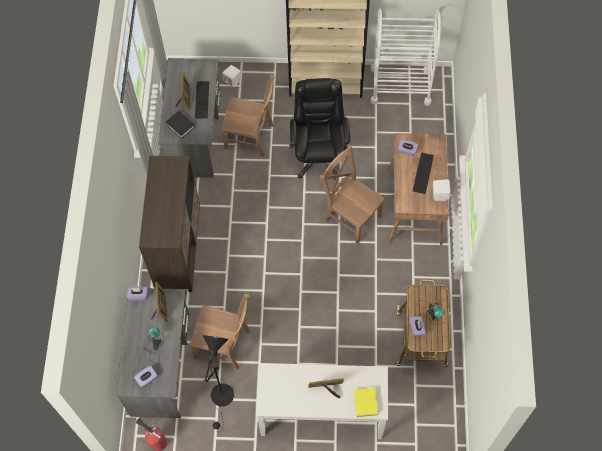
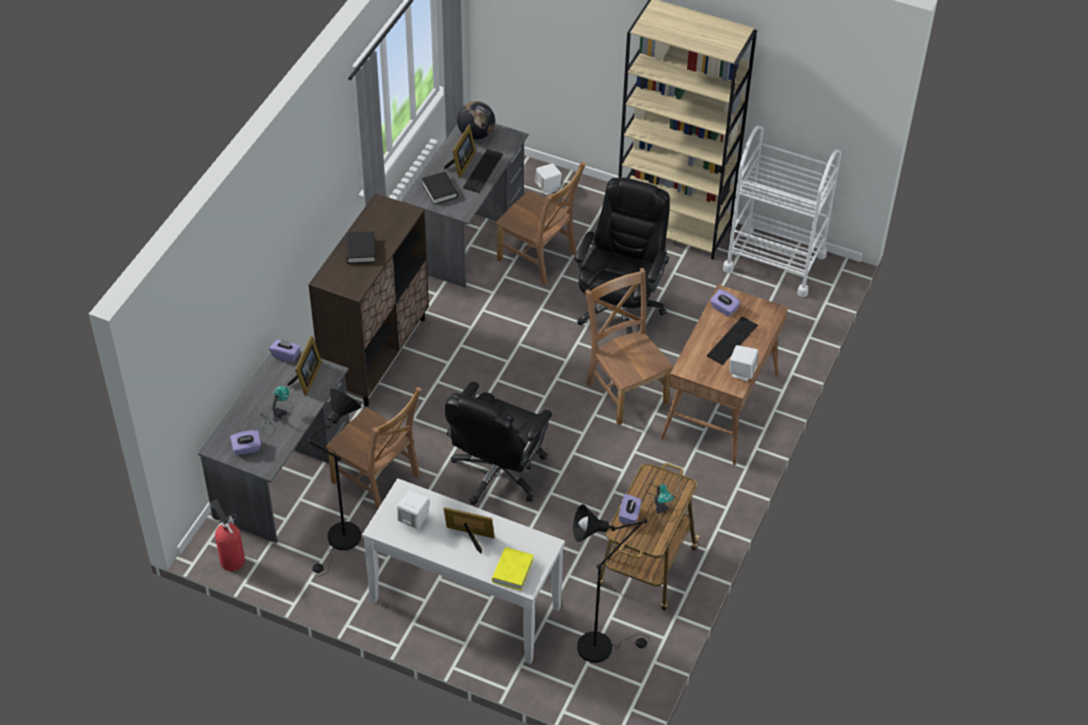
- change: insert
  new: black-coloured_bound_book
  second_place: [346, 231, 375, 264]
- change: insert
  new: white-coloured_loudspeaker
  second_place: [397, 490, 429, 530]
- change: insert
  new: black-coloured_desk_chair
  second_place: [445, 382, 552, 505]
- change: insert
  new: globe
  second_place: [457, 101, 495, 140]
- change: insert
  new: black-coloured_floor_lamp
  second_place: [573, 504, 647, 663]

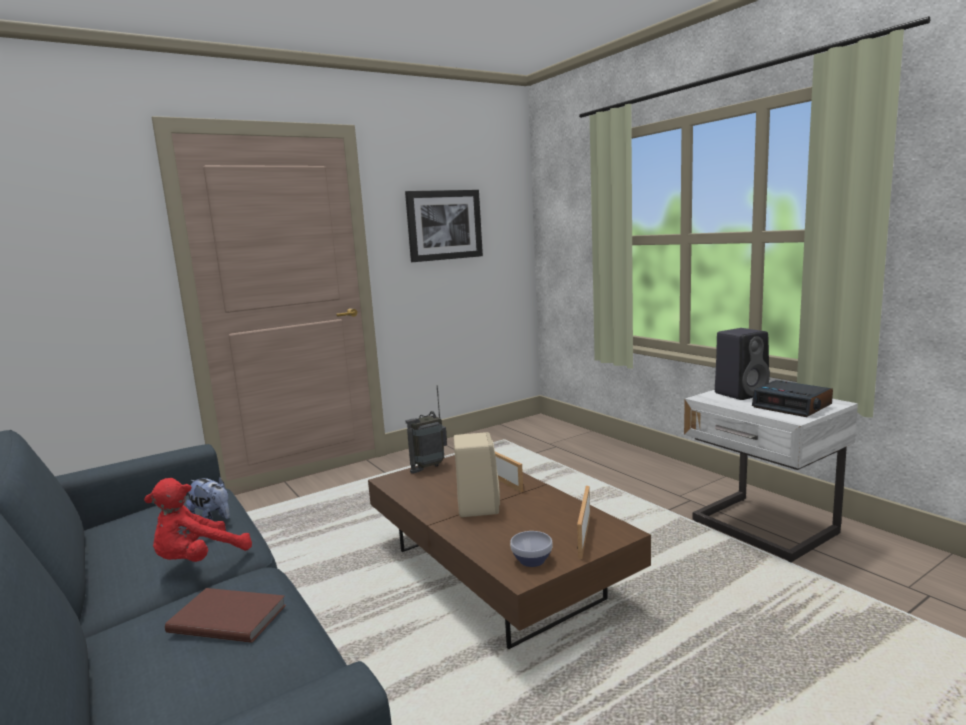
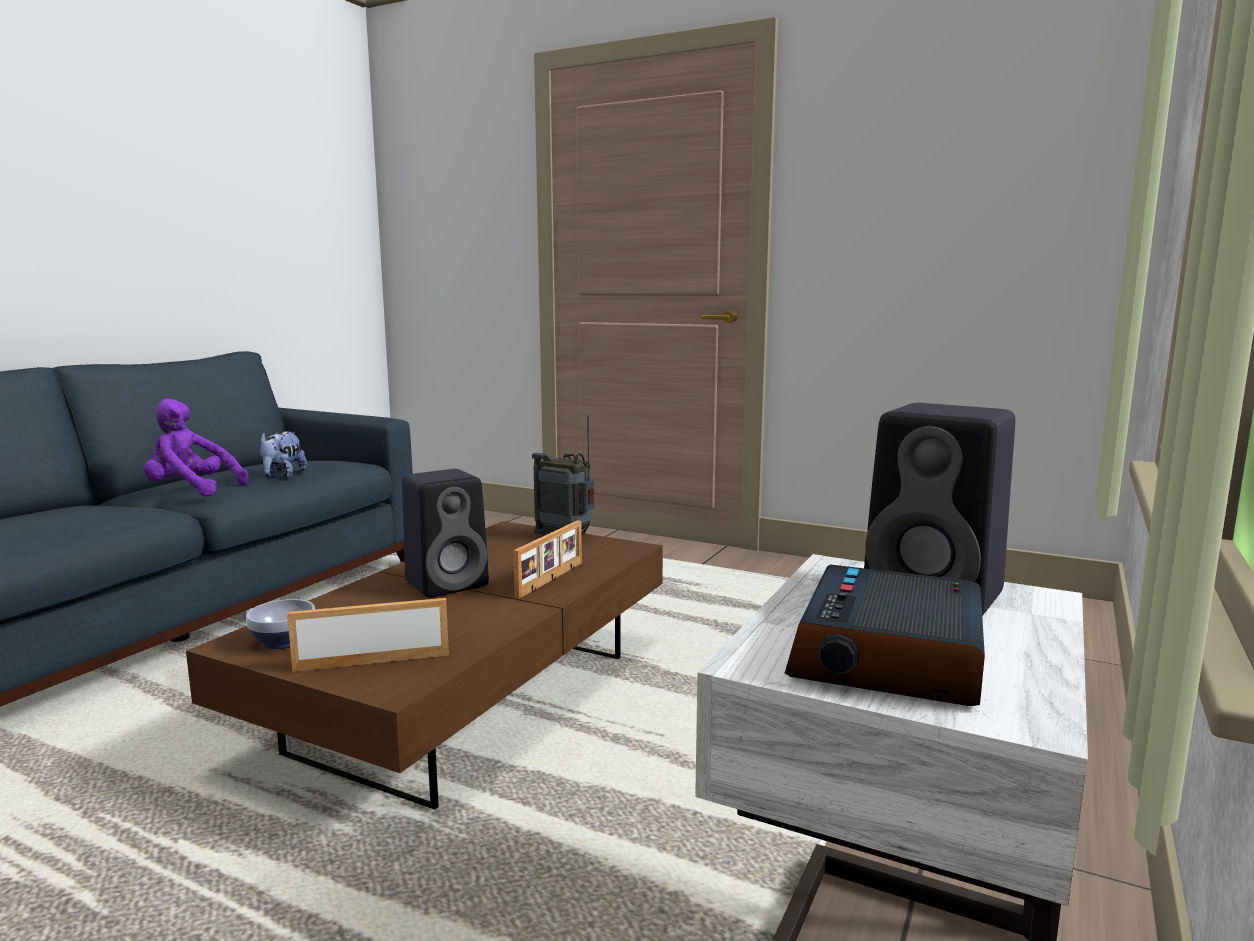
- change: recolor
  old: red-coloured_cuddly_toy
  new: purple_cuddly_toy
  first_place: [144, 478, 252, 562]
  second_place: [144, 398, 248, 496]
- change: recolor
  old: beige-coloured_loudspeaker
  new: black-coloured_loudspeaker
  first_place: [453, 432, 500, 517]
  second_place: [402, 469, 489, 598]
- change: delete
  old: brown-coloured_bound_book
  first_place: [165, 588, 286, 643]
- change: delete
  old: wall_picture
  first_place: [405, 190, 483, 262]

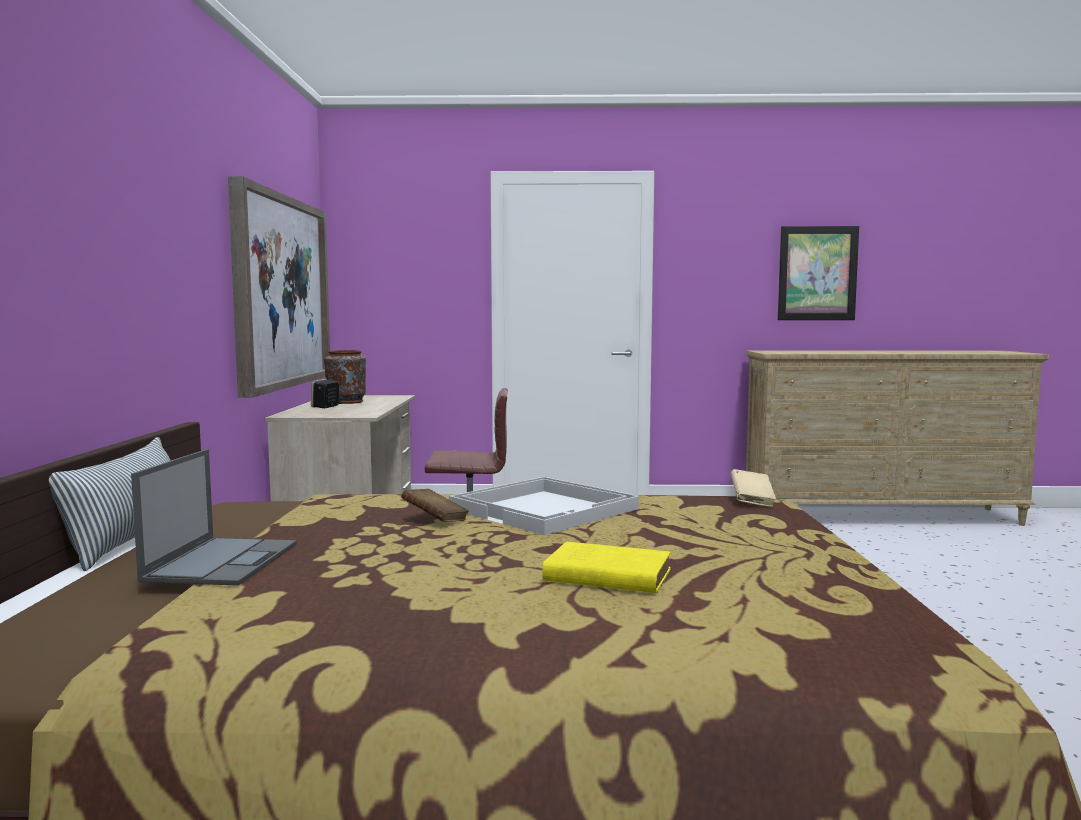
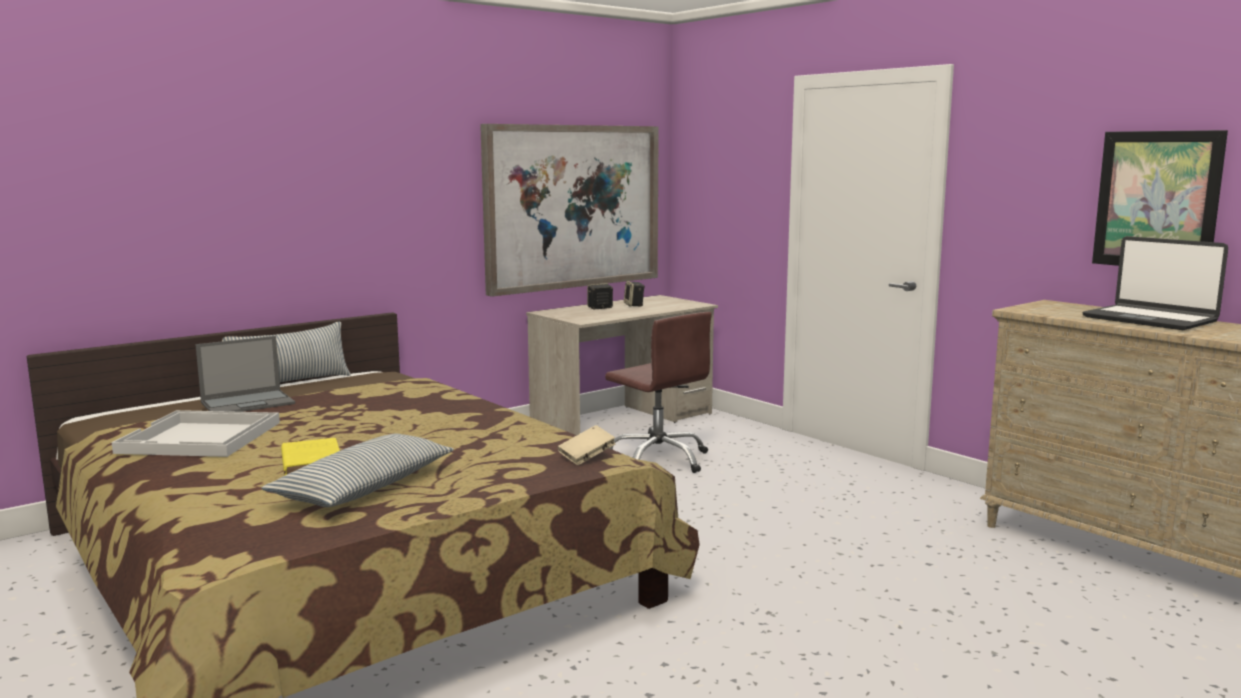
- change: move
  old: white-coloured_tray
  first_place: [449, 477, 639, 535]
  second_place: [112, 410, 280, 457]
- change: insert
  new: cushion
  second_place: [261, 434, 454, 507]
- change: replace
  old: brown-coloured_decorative_vase
  new: loudspeaker
  first_place: [324, 350, 366, 404]
  second_place: [624, 281, 645, 306]
- change: insert
  new: portable_computer
  second_place: [1082, 236, 1228, 330]
- change: delete
  old: brown-coloured_bound_book
  first_place: [401, 489, 469, 522]

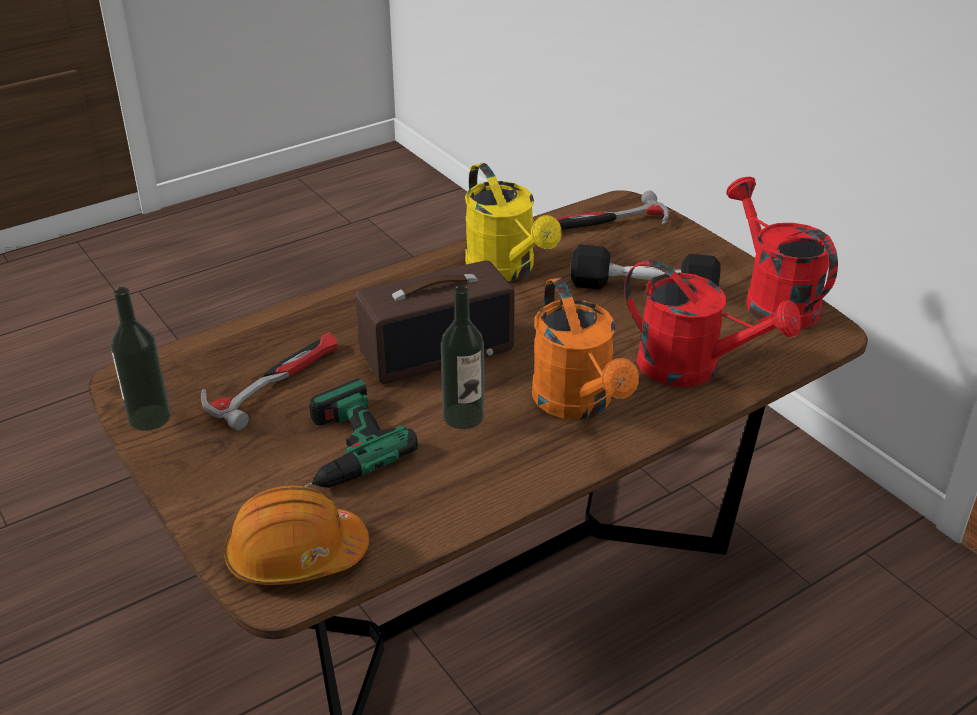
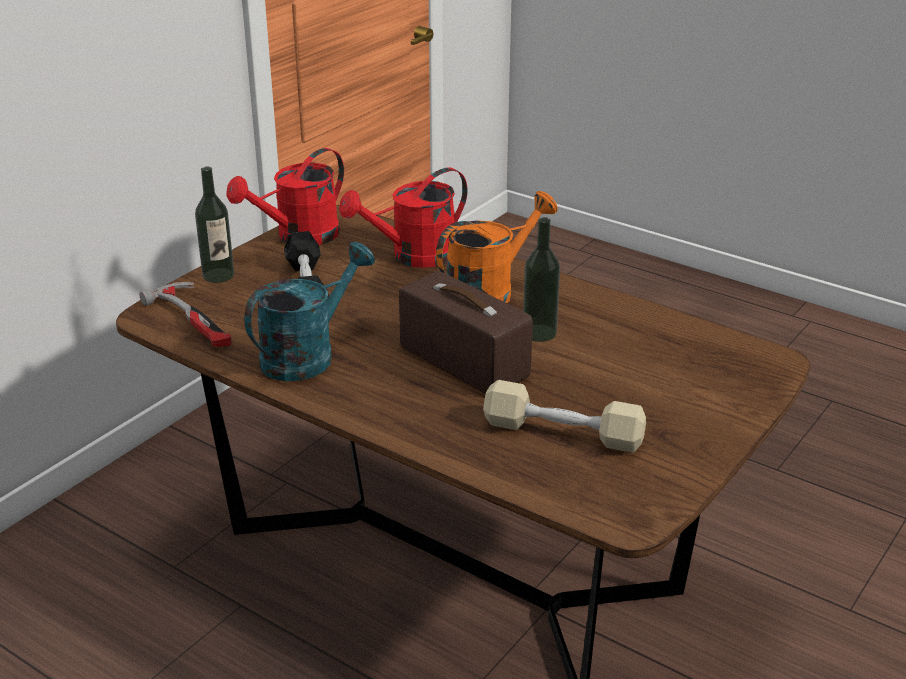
- change: move
  old: drink_bottle
  first_place: [111, 287, 171, 431]
  second_place: [195, 167, 234, 283]
- change: recolor
  old: yellow-coloured_watering_pot
  new: blue-green_watering_pot
  first_place: [465, 163, 562, 281]
  second_place: [244, 242, 375, 381]
- change: rotate
  old: red-coloured_watering_pot
  first_place: [624, 259, 802, 387]
  second_place: [339, 168, 468, 268]
  degrees: -135
- change: replace
  old: hand_hammer
  new: beige-coloured_free_weight
  first_place: [201, 332, 338, 431]
  second_place: [483, 380, 646, 453]
- change: delete
  old: orange_safety_helmet
  first_place: [224, 486, 369, 585]
- change: delete
  old: power_drill
  first_place: [304, 378, 418, 488]

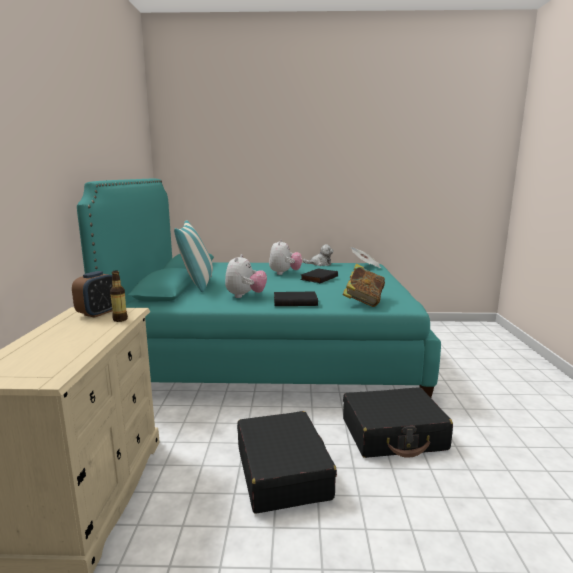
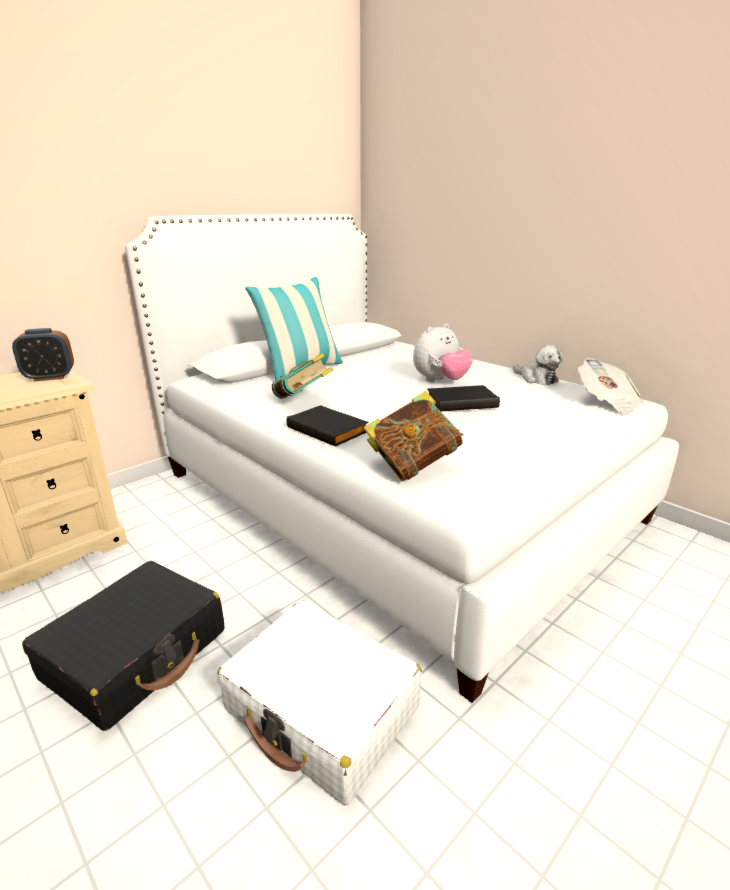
- change: recolor
  old: blue-green_bed
  new: white-coloured_bed
  first_place: [77, 179, 441, 397]
  second_place: [125, 214, 679, 703]
- change: recolor
  old: black-coloured_travel_case
  new: white-coloured_travel_case
  first_place: [343, 387, 453, 458]
  second_place: [217, 600, 422, 805]
- change: replace
  old: cuddly_toy
  new: bound_book
  first_place: [225, 254, 267, 298]
  second_place: [272, 353, 333, 399]
- change: delete
  old: drink_bottle
  first_place: [110, 271, 128, 322]

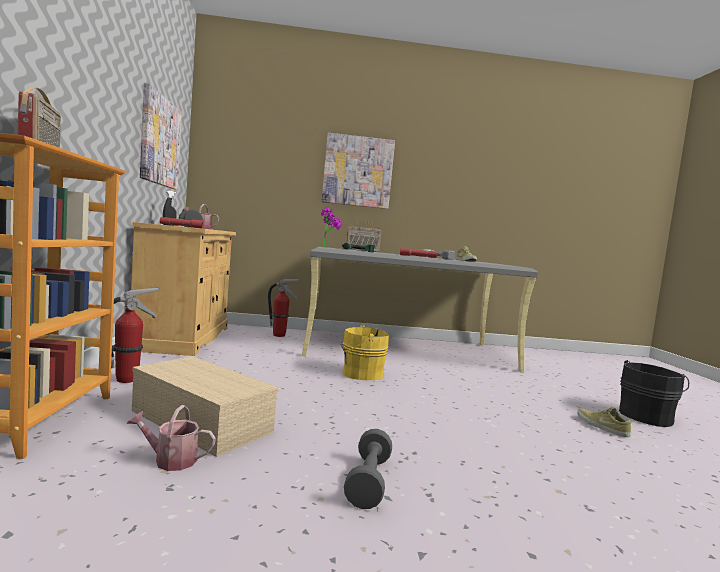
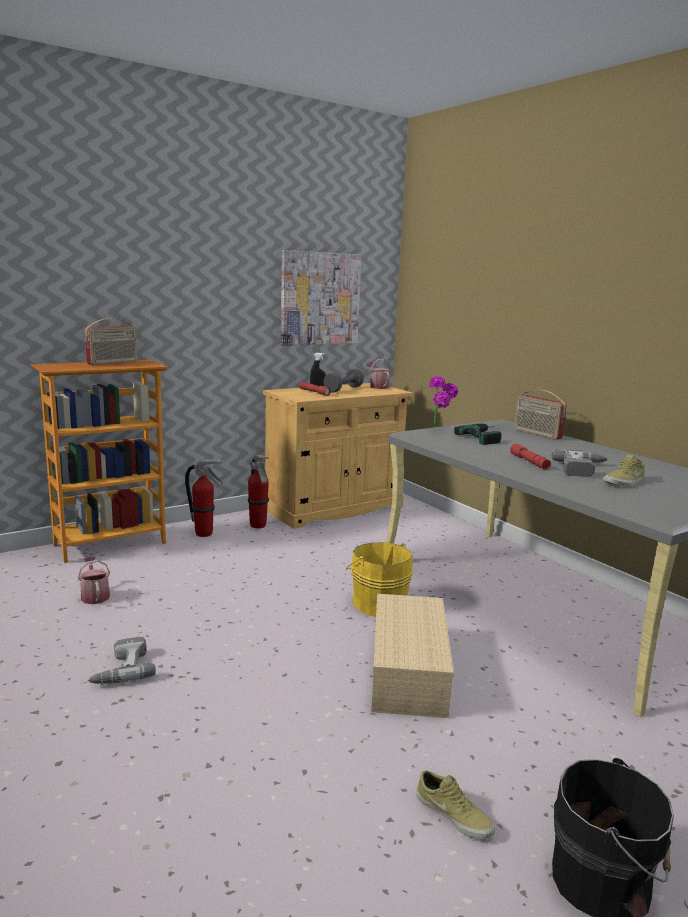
- change: replace
  old: grey_free_weight
  new: power_drill
  first_place: [344, 429, 392, 509]
  second_place: [87, 637, 156, 684]
- change: move
  old: fire_extinguisher
  first_place: [268, 279, 300, 337]
  second_place: [247, 455, 269, 528]
- change: move
  old: beige-coloured_storage_bin
  first_place: [132, 356, 279, 457]
  second_place: [371, 594, 454, 718]
- change: rotate
  old: beige-coloured_low_shoe
  first_place: [577, 407, 631, 437]
  second_place: [416, 770, 495, 839]
  degrees: 105
- change: delete
  old: wall_picture
  first_place: [322, 133, 395, 209]

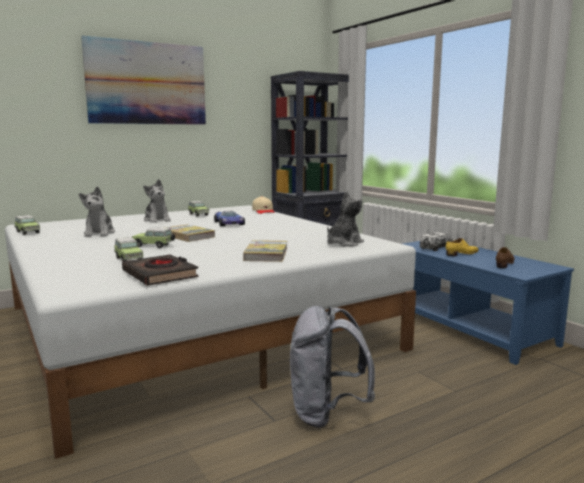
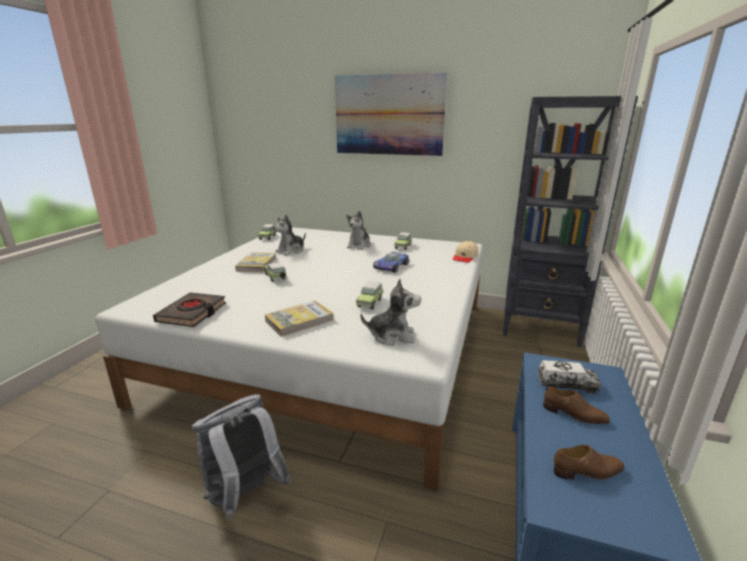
- change: move
  old: bound_book
  first_place: [166, 224, 215, 242]
  second_place: [235, 252, 276, 272]
- change: move
  old: miniature_car
  first_place: [114, 237, 143, 262]
  second_place: [356, 281, 383, 309]
- change: recolor
  old: yellow-coloured_low_shoe
  new: brown-coloured_low_shoe
  first_place: [446, 238, 479, 256]
  second_place: [543, 386, 610, 424]

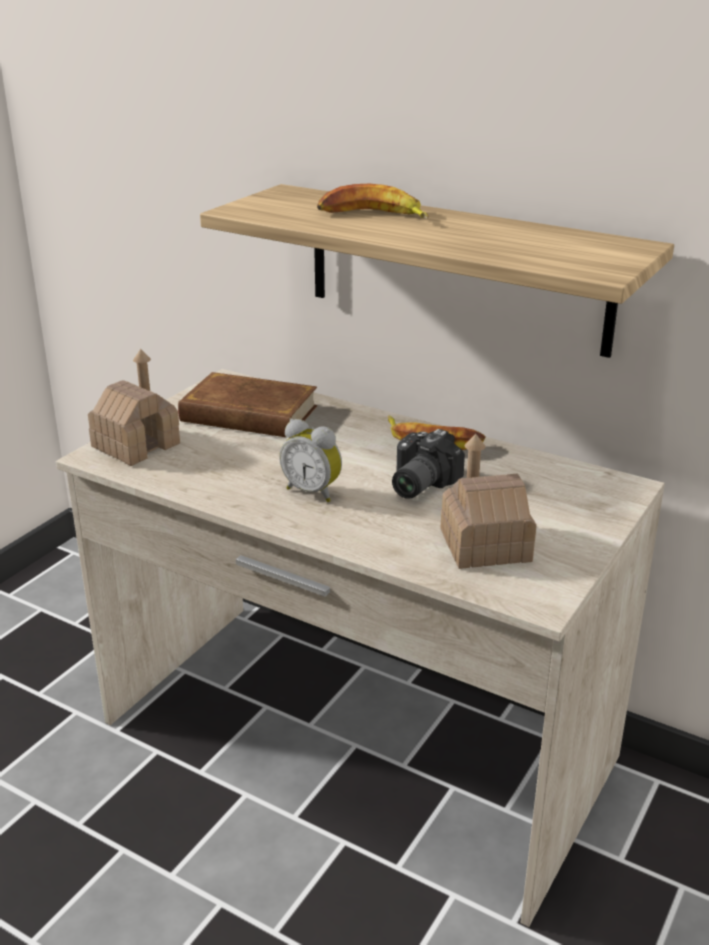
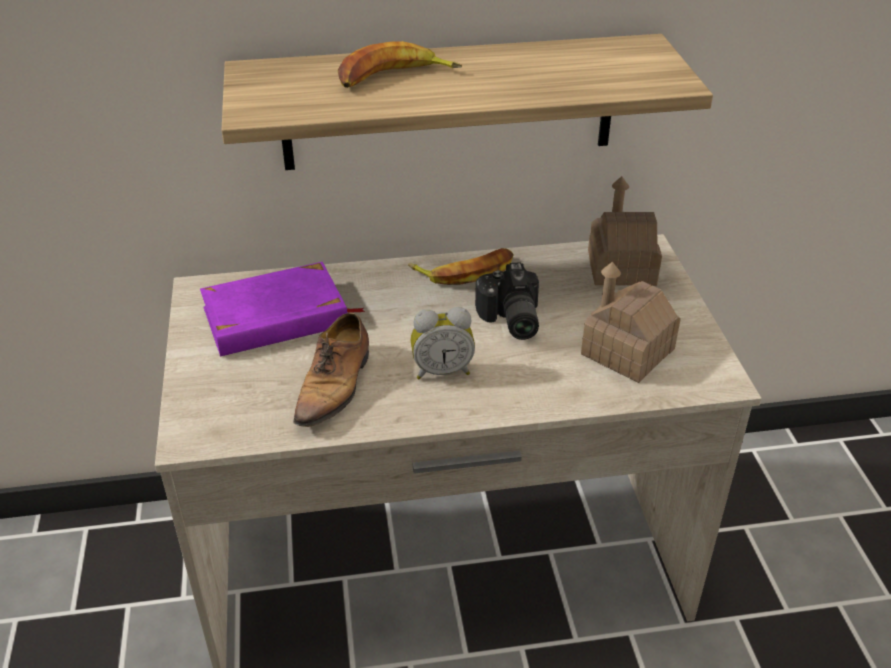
- change: recolor
  old: brown-coloured_bound_book
  new: purple_bound_book
  first_place: [178, 372, 317, 438]
  second_place: [200, 262, 365, 356]
- change: insert
  new: low_shoe
  second_place: [293, 313, 369, 434]
- change: move
  old: model_house
  first_place: [88, 349, 180, 466]
  second_place: [588, 176, 662, 286]

